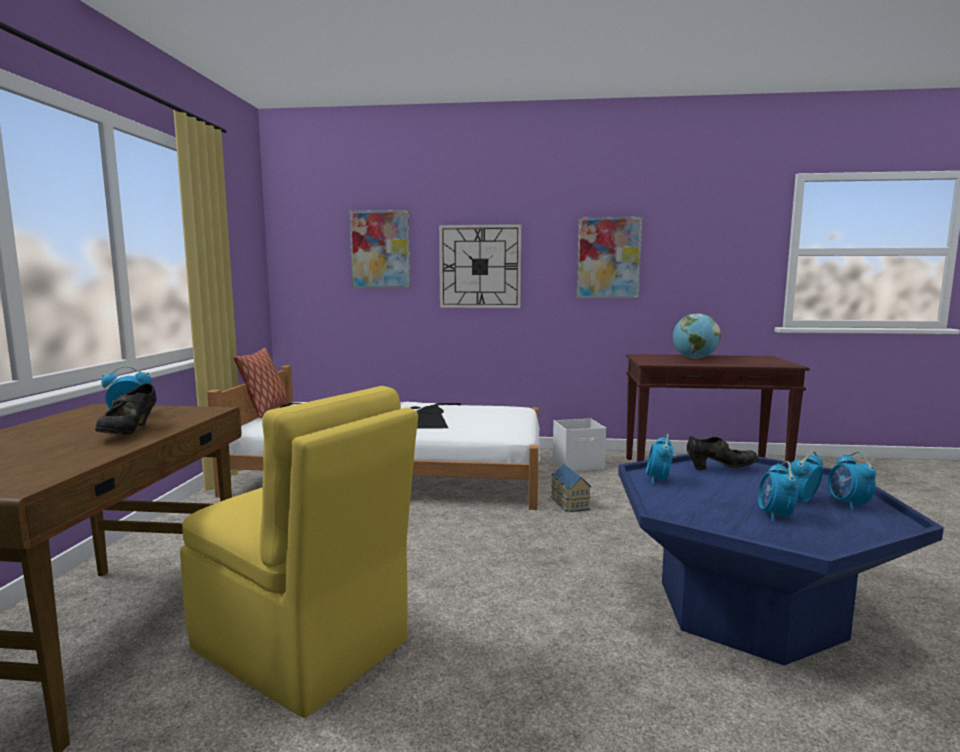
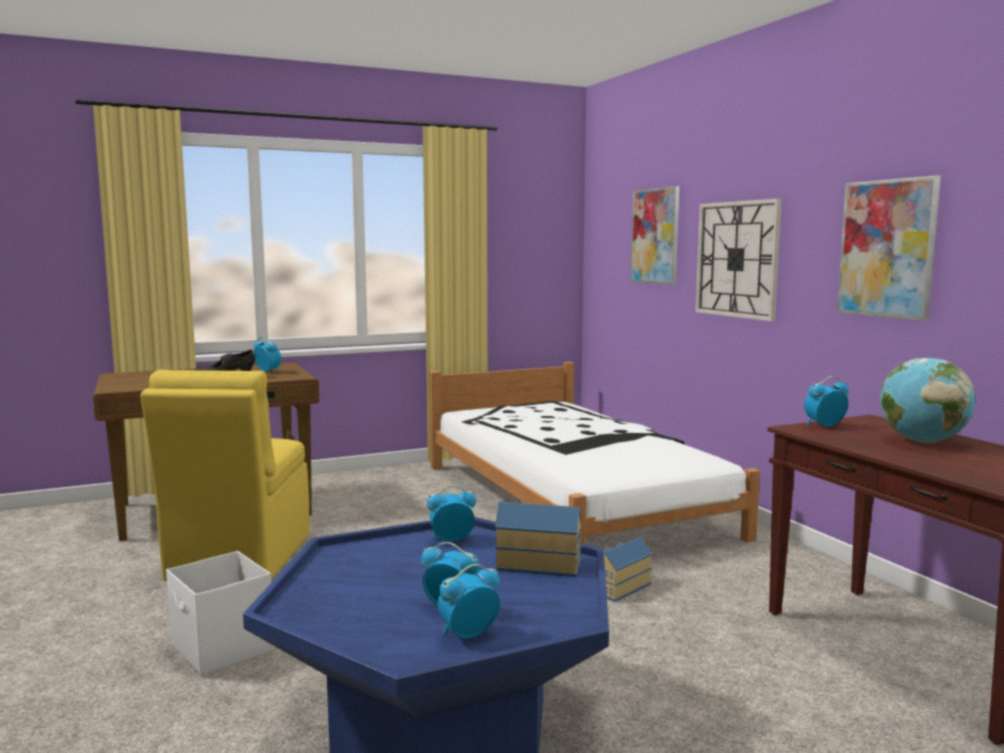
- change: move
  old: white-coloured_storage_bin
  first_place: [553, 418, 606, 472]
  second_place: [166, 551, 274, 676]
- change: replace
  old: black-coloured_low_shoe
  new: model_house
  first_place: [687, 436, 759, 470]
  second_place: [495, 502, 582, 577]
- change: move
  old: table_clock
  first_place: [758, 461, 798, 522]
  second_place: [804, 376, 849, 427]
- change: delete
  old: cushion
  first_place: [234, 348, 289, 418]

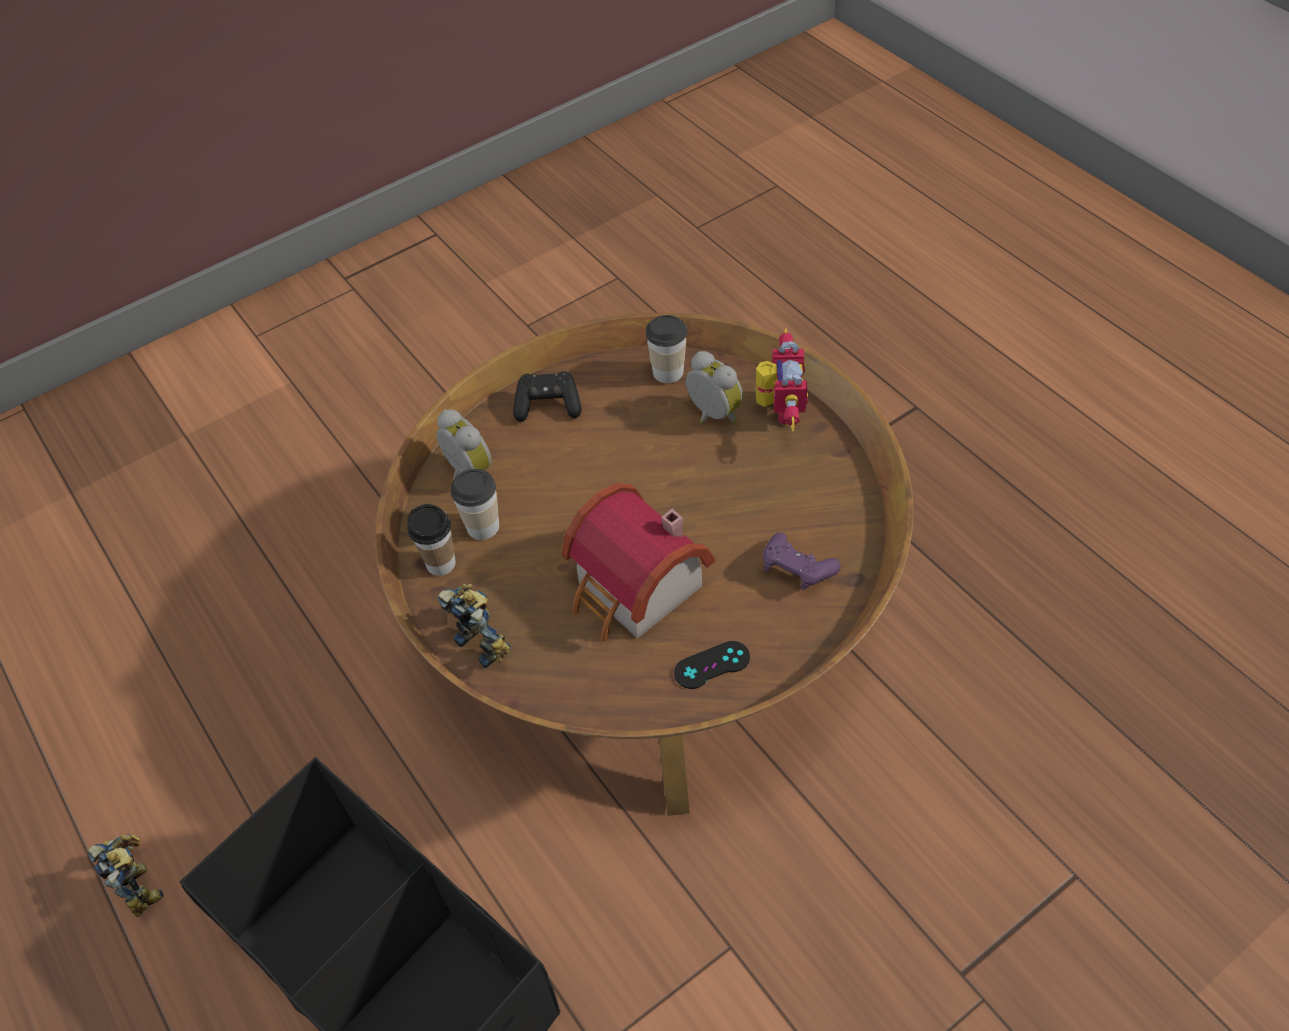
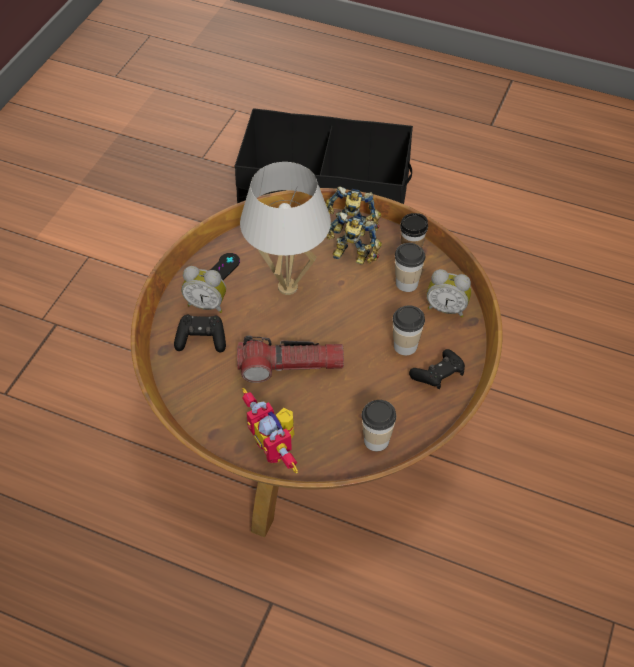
- change: recolor
  old: purple_joypad
  new: black-coloured_joypad
  first_place: [763, 532, 840, 590]
  second_place: [174, 315, 226, 353]
- change: move
  old: table_clock
  first_place: [686, 351, 743, 424]
  second_place: [181, 266, 226, 313]
- change: insert
  new: hand_torch
  second_place: [237, 336, 344, 383]
- change: replace
  old: model_house
  new: white-coloured_tabletop_lamp
  first_place: [561, 483, 715, 642]
  second_place: [240, 162, 331, 295]
- change: move
  old: robot_figure
  first_place: [88, 835, 164, 917]
  second_place: [327, 212, 382, 265]
- change: insert
  new: small_cup
  second_place: [393, 306, 425, 355]

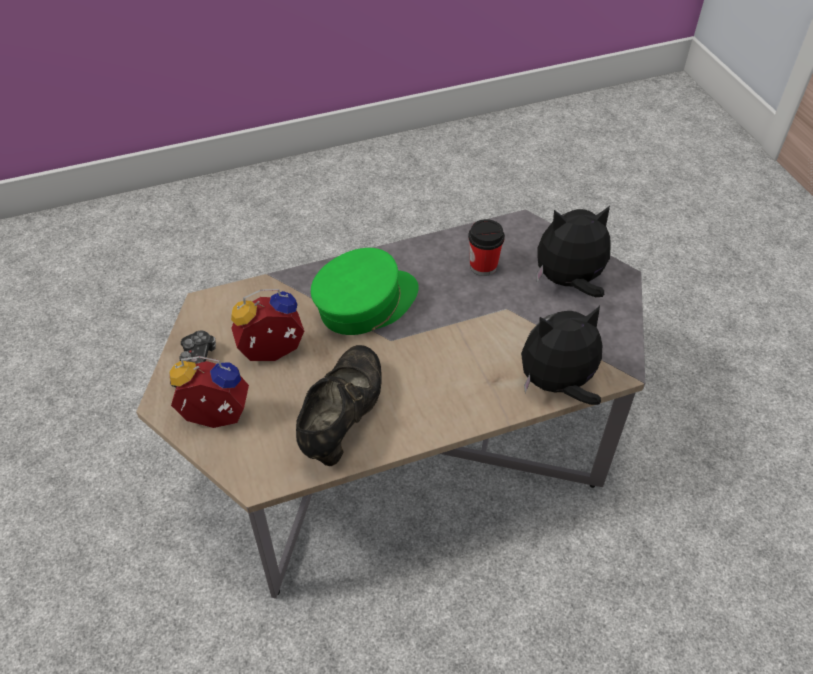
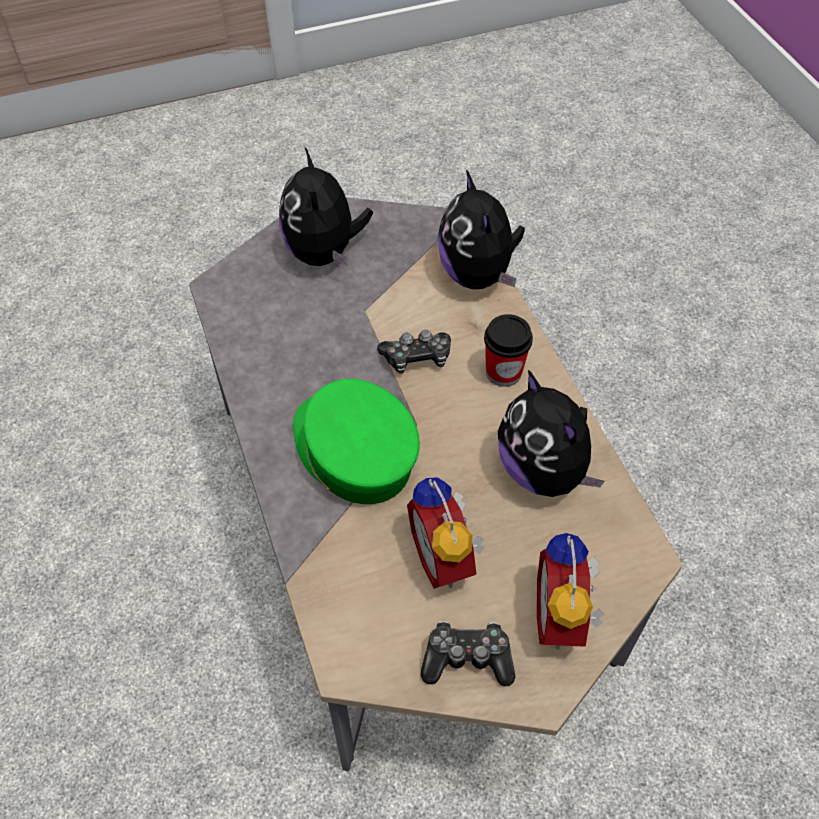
- change: insert
  new: joypad
  second_place: [377, 330, 451, 374]
- change: move
  old: small_cup
  first_place: [468, 219, 505, 276]
  second_place: [484, 314, 533, 387]
- change: replace
  old: black-coloured_low_shoe
  new: cuddly_toy
  first_place: [296, 345, 382, 466]
  second_place: [498, 370, 604, 497]

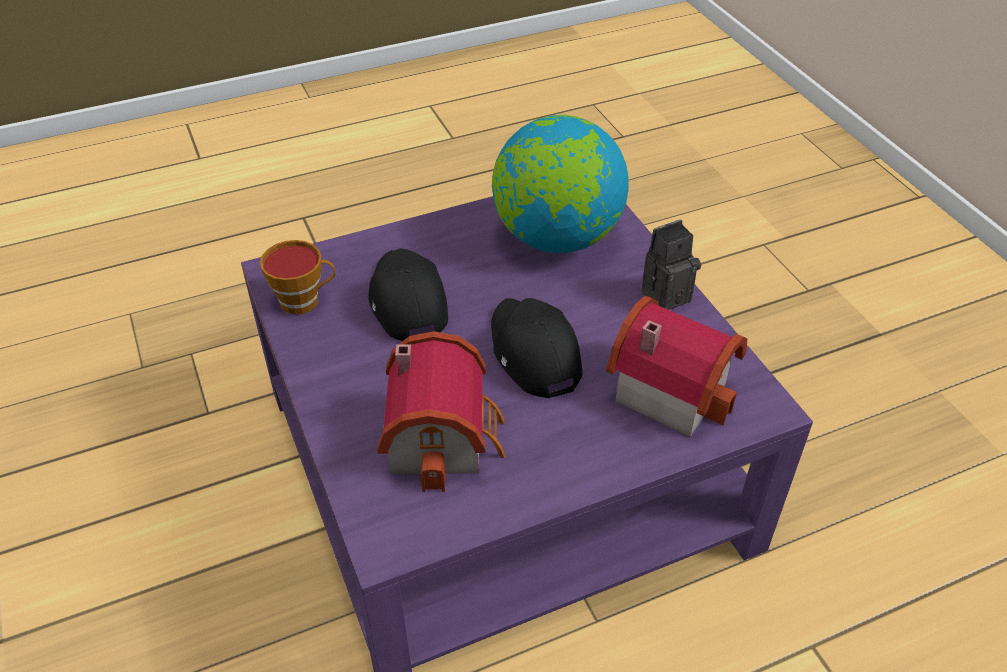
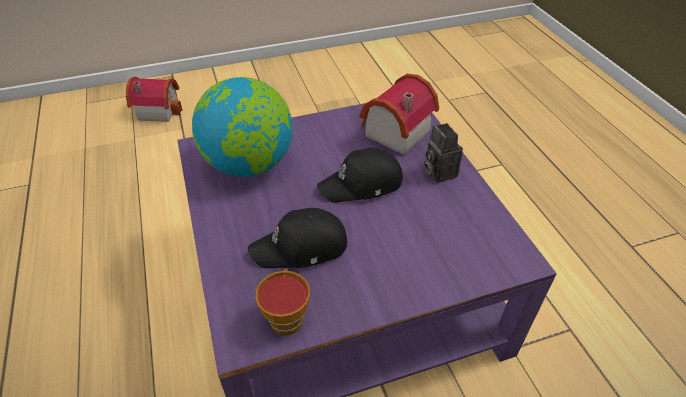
- change: move
  old: model_house
  first_place: [378, 331, 506, 492]
  second_place: [126, 77, 183, 122]
- change: move
  old: photo_camera
  first_place: [642, 220, 701, 310]
  second_place: [424, 123, 463, 183]

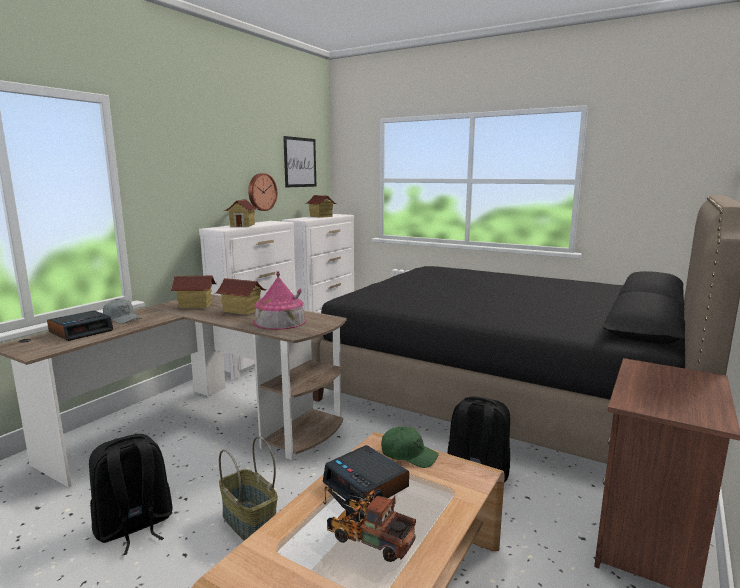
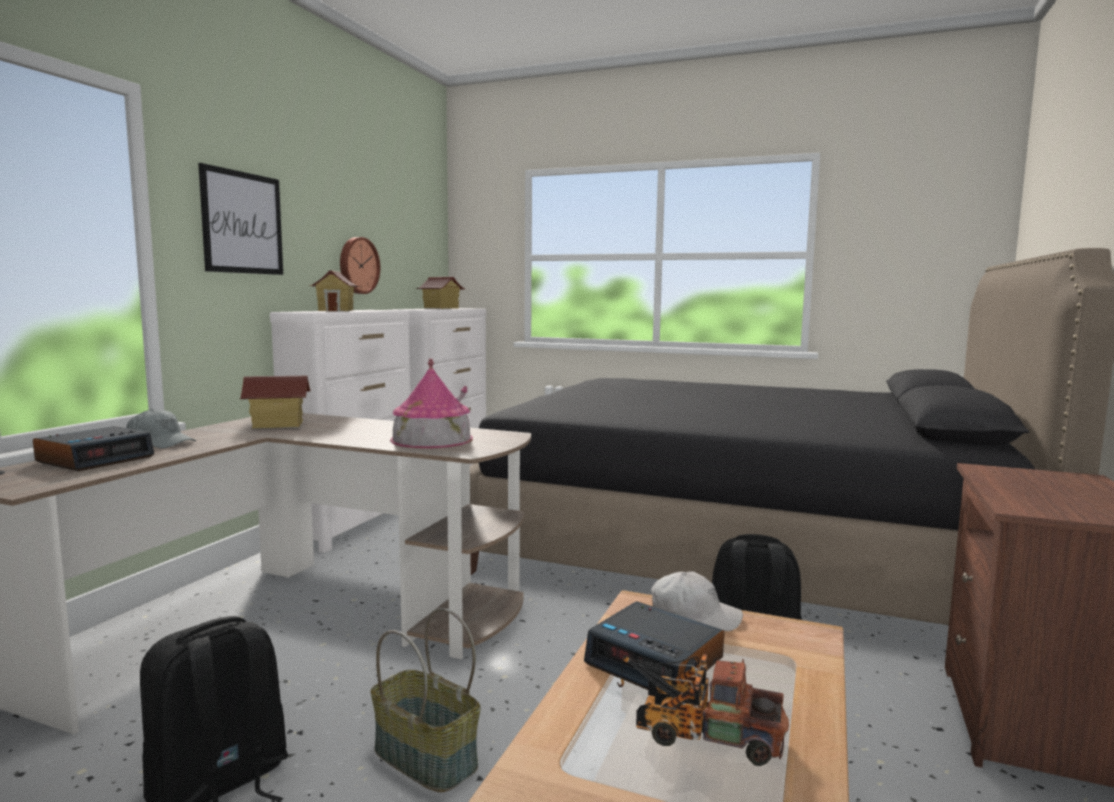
- change: move
  old: wall_picture
  first_place: [283, 136, 316, 188]
  second_place: [198, 163, 283, 275]
- change: recolor
  old: green-coloured_peaked_cap
  new: white-coloured_peaked_cap
  first_place: [381, 426, 439, 468]
  second_place: [651, 571, 743, 631]
- change: delete
  old: model_house
  first_place: [215, 278, 267, 315]

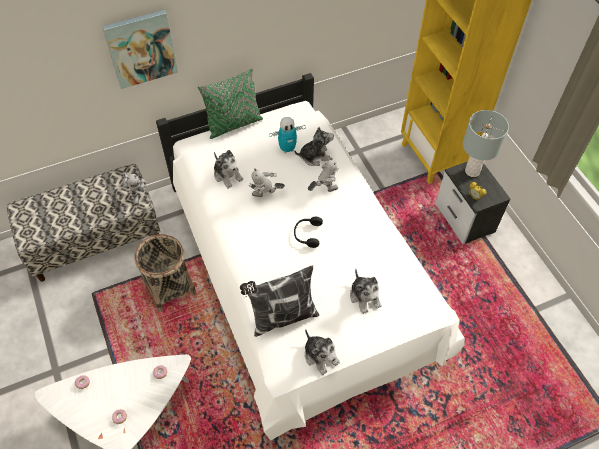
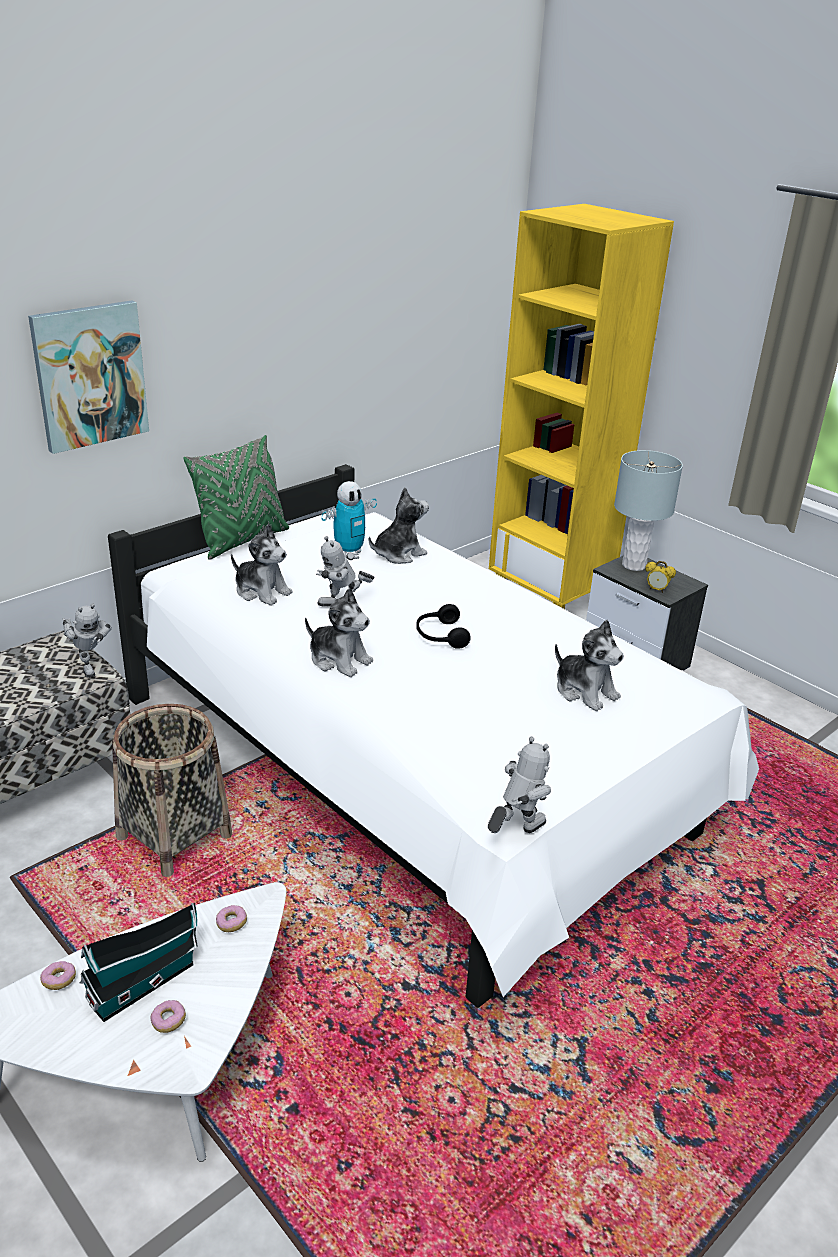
- change: insert
  new: model_house
  second_place: [79, 903, 198, 1022]
- change: move
  old: cuddly_toy
  first_place: [305, 329, 340, 375]
  second_place: [305, 588, 373, 677]
- change: move
  old: robot_figure
  first_place: [308, 157, 339, 192]
  second_place: [488, 737, 551, 833]
- change: delete
  old: cushion
  first_place: [240, 265, 319, 337]

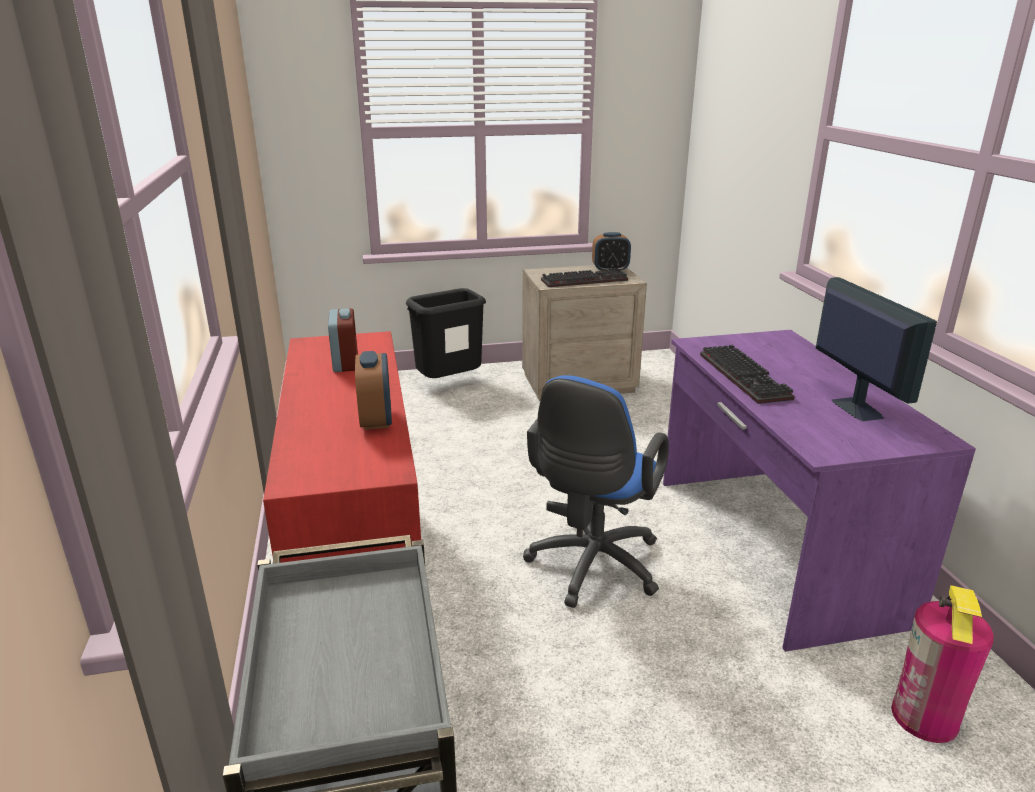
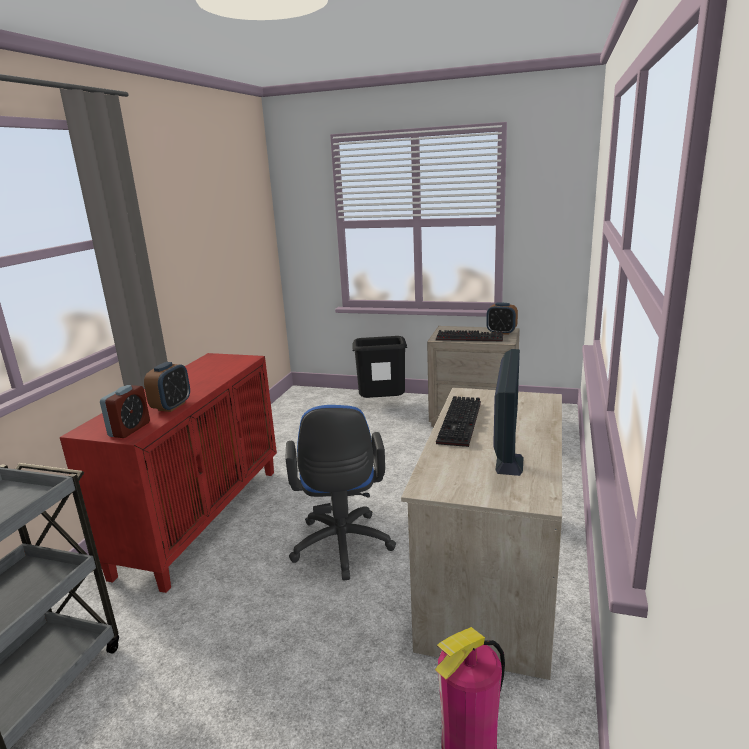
- change: move
  old: table_clock
  first_place: [328, 308, 358, 372]
  second_place: [100, 385, 150, 438]
- change: rotate
  old: blue-coloured_desk_chair
  first_place: [523, 375, 669, 608]
  second_place: [286, 405, 396, 580]
  degrees: -60
- change: recolor
  old: purple_desk
  new: beige-coloured_desk
  first_place: [663, 330, 976, 652]
  second_place: [401, 387, 562, 680]

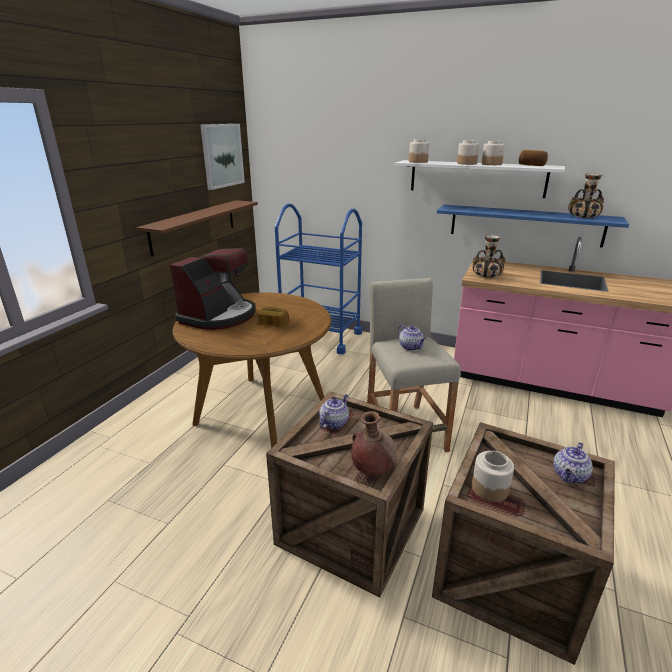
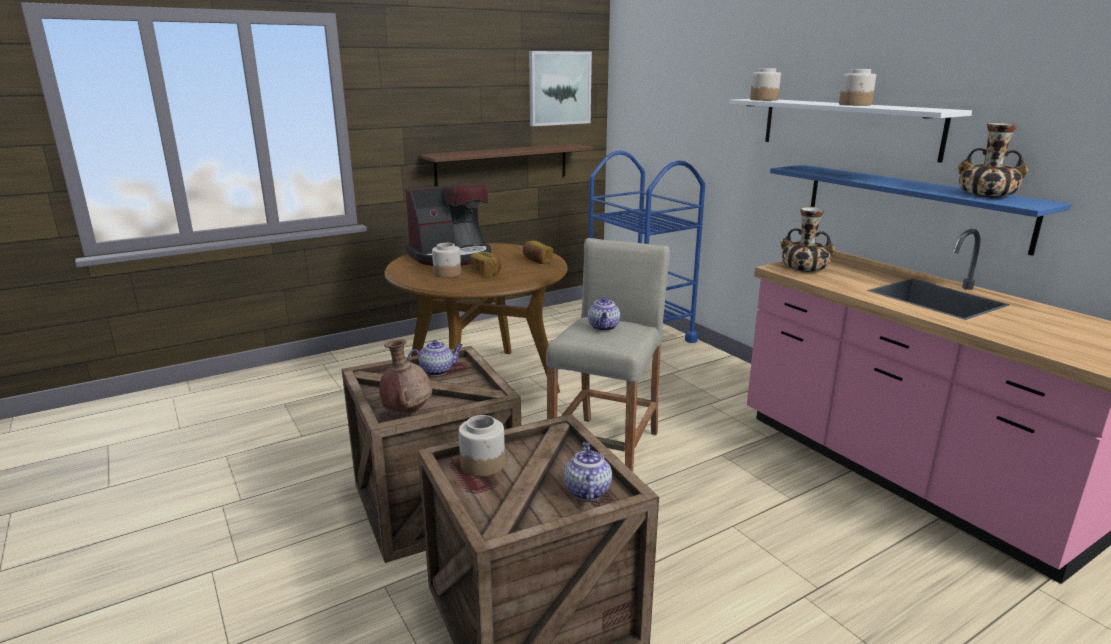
- change: move
  old: storage_jar
  first_place: [457, 140, 479, 165]
  second_place: [432, 243, 461, 278]
- change: move
  old: bread
  first_place: [519, 150, 548, 166]
  second_place: [523, 241, 553, 264]
- change: rotate
  old: teapot
  first_place: [553, 442, 593, 484]
  second_place: [564, 442, 612, 502]
  degrees: 105

